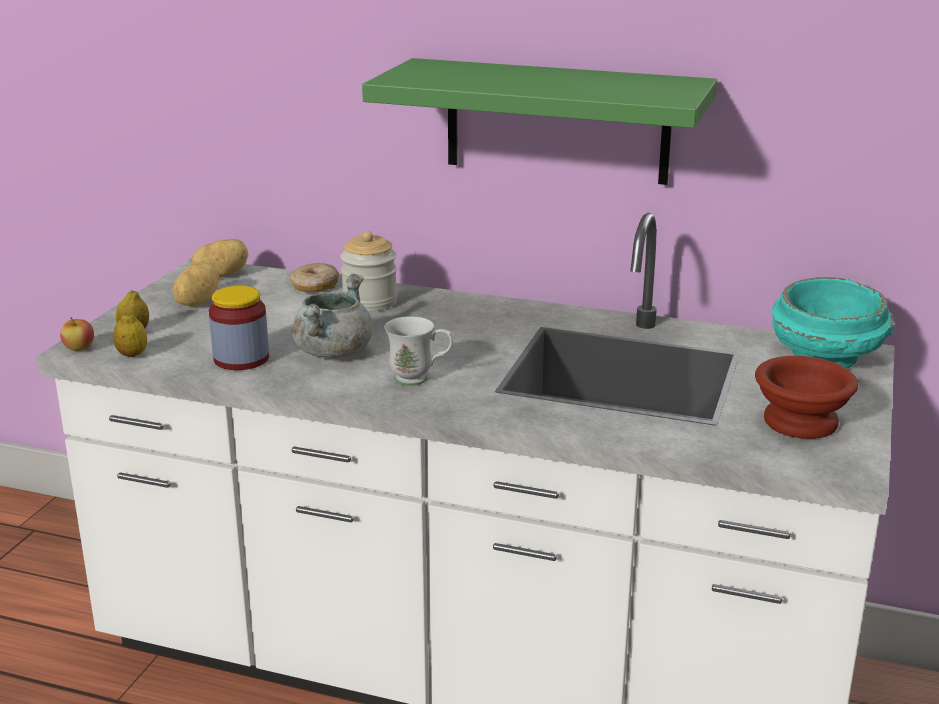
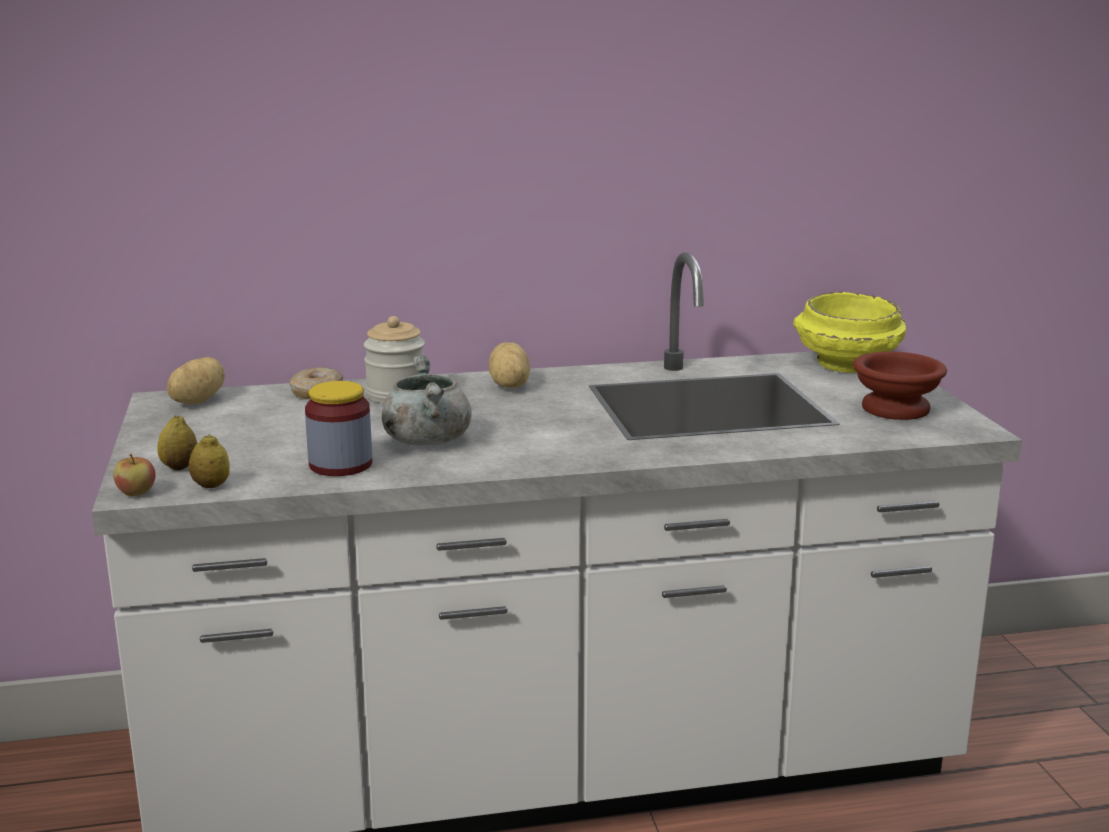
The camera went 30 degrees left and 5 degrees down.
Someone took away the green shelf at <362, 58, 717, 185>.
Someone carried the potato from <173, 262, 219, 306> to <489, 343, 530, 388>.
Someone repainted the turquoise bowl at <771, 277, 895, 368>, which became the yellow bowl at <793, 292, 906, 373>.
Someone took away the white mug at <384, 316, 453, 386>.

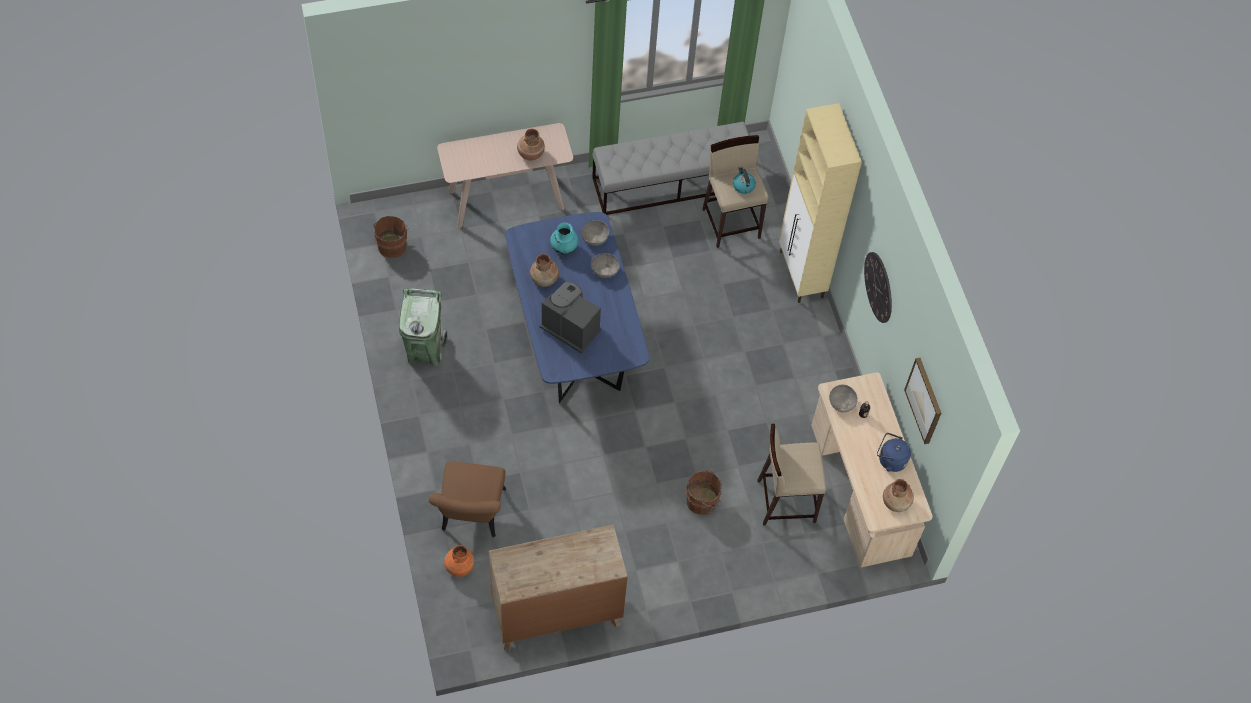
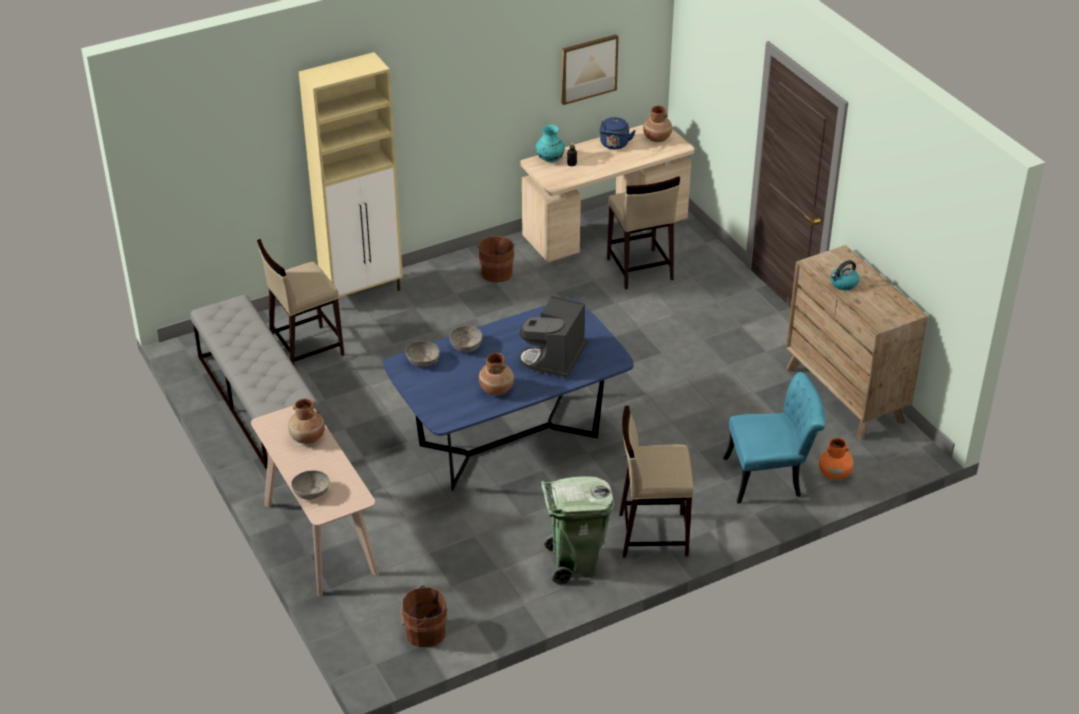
The camera went 100 degrees left and 20 degrees down.
Someone carried the kettle from <733, 167, 756, 194> to <830, 260, 859, 290>.
Someone carried the turquoise vase from <550, 222, 579, 254> to <535, 125, 565, 162>.
Someone took away the wall clock at <864, 252, 892, 323>.
Someone carried the grey bowl from <829, 385, 858, 413> to <291, 470, 330, 500>.
Someone repainted the brown chair at <429, 461, 506, 537>, which became the turquoise chair at <723, 372, 825, 504>.
Someone carried the brown bucket from <686, 470, 722, 515> to <478, 236, 516, 282>.
Someone put down the beige stool at <619, 406, 694, 557>.

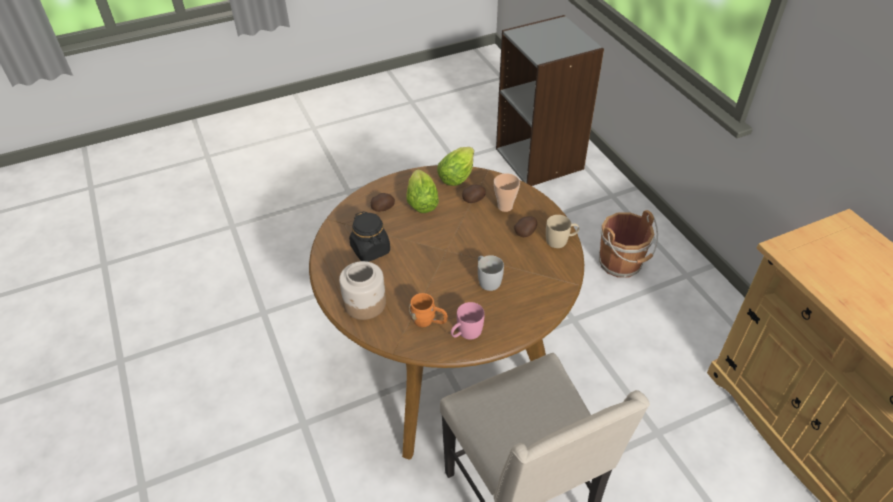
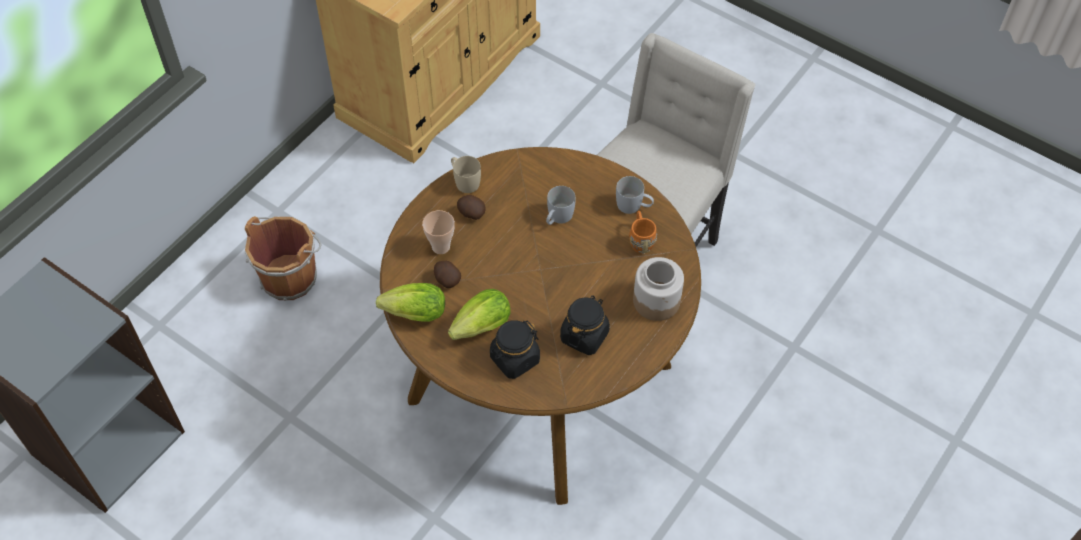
The camera went 120 degrees left and 10 degrees up.
Someone swapped the potato at <371, 193, 395, 212> for the black jar at <490, 320, 540, 379>.
Someone repainted the pink mug at <451, 302, 484, 340>, which became the white mug at <616, 176, 654, 214>.

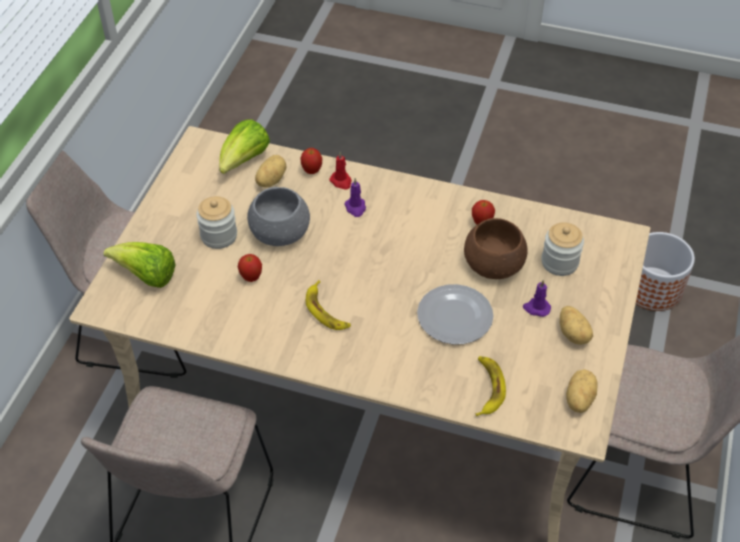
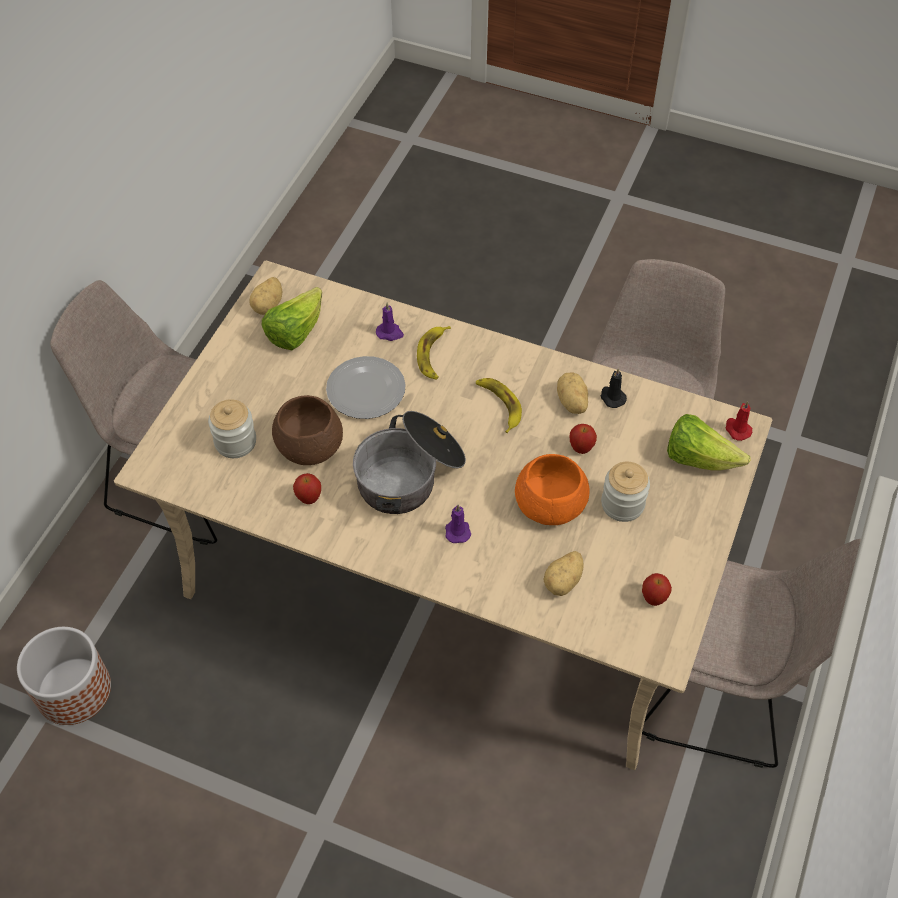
The camera went 175 degrees left and 5 degrees up.
Someone carried the lettuce from <219, 119, 270, 174> to <262, 287, 322, 350>.
Someone carried the apple from <300, 148, 322, 174> to <642, 573, 672, 606>.
Someone carried the red candle from <330, 152, 352, 190> to <726, 401, 752, 441>.
Someone repainted the grey bowl at <247, 187, 310, 246>, which became the orange bowl at <515, 454, 590, 525>.
Someone carried the purple candle from <523, 280, 551, 317> to <376, 302, 404, 341>.
Someone carried the potato from <560, 306, 593, 345> to <557, 372, 588, 414>.
Someone carried the banana from <476, 356, 506, 416> to <417, 326, 451, 379>.
Someone put down the black candle at <601, 368, 627, 408>.
Someone put down the cooking pot at <353, 411, 466, 514>.

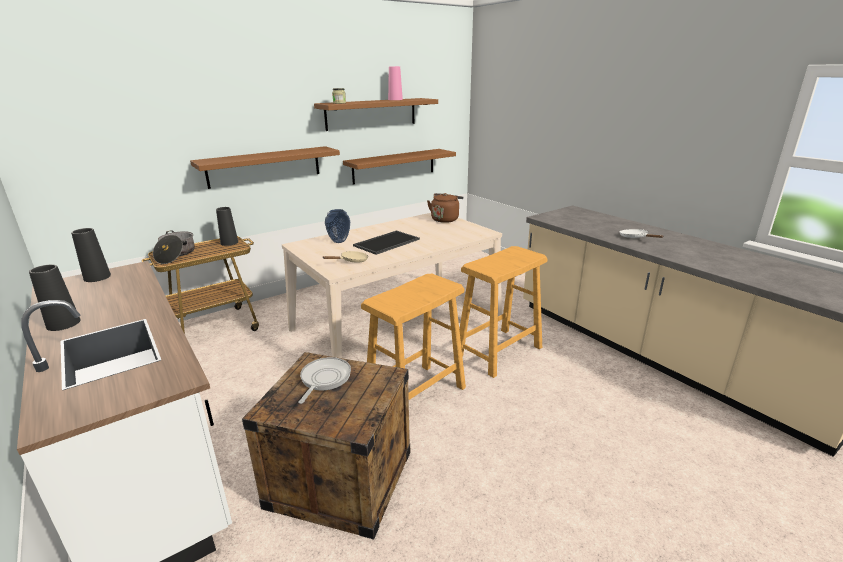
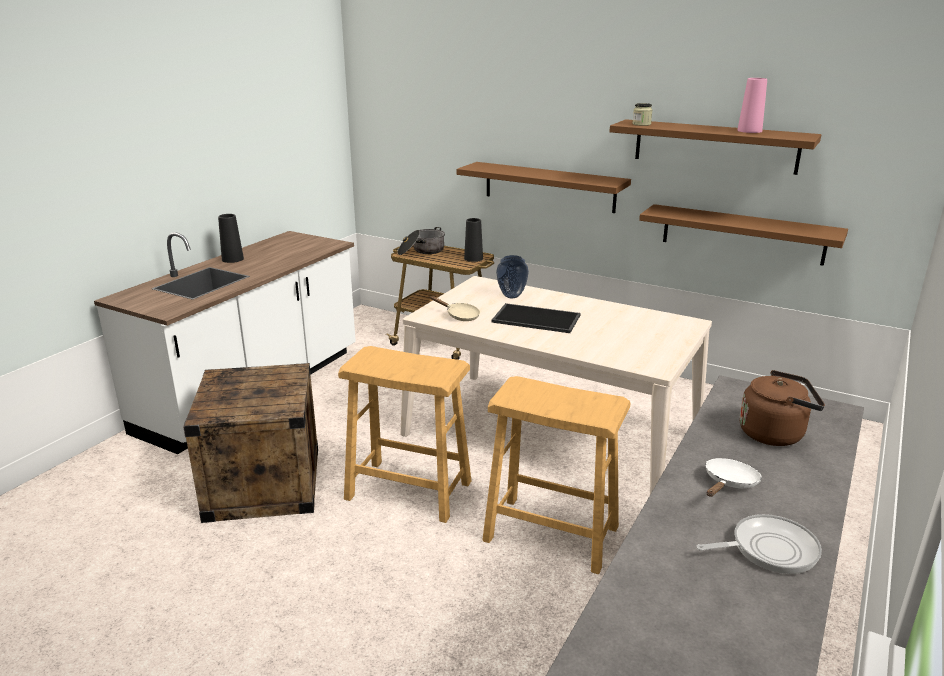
The camera went 65 degrees right and 0 degrees up.
Someone carried the brown kettle from <427, 193, 463, 223> to <739, 370, 825, 446>.
Someone took away the black vase at <71, 228, 111, 282>.
Someone carried the frying pan from <298, 357, 351, 404> to <697, 514, 822, 574>.

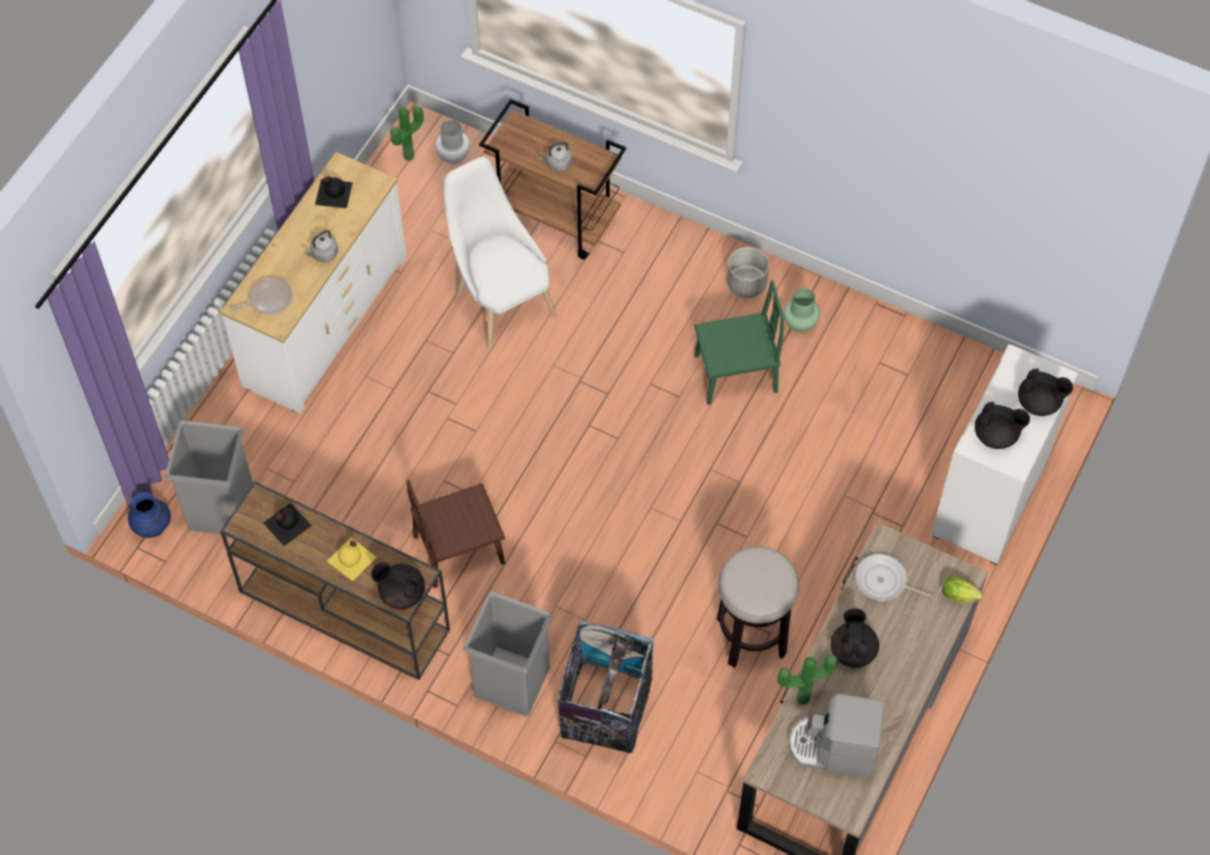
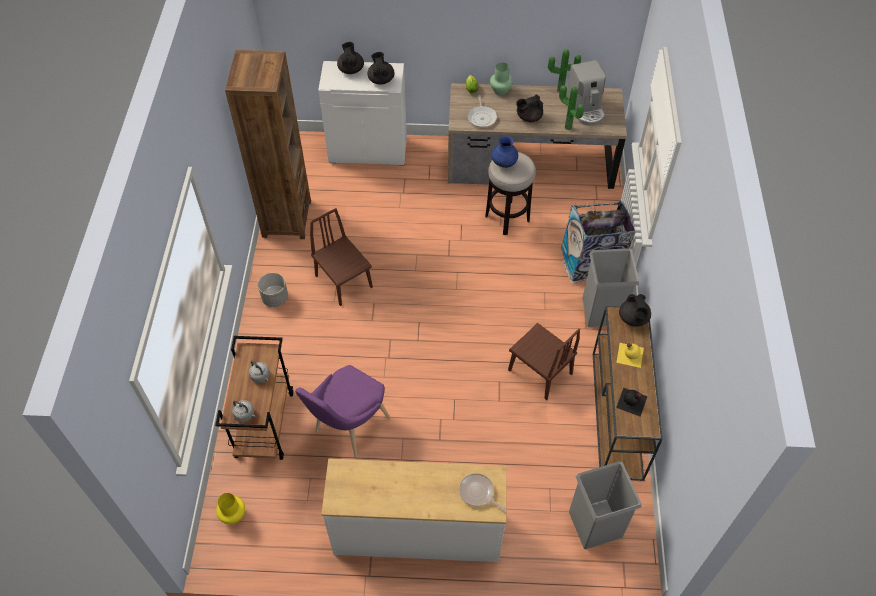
The camera went 115 degrees left and 5 degrees down.
Someone carried the potted plant from <390, 106, 424, 161> to <548, 49, 581, 92>.
Someone repainted the white vase at <435, 120, 470, 164>, which became the yellow vase at <216, 493, 245, 524>.
Someone repainted the white chair at <444, 157, 557, 350>, which became the purple chair at <295, 365, 391, 458>.
Someone took away the black bottle at <315, 176, 353, 208>.
Someone carried the grey kettle from <303, 230, 338, 262> to <232, 400, 256, 422>.
Someone repainted the green chair at <694, 280, 784, 405>, which became the brown chair at <310, 208, 373, 306>.
Someone carried the green vase from <783, 288, 820, 332> to <490, 63, 513, 95>.
Someone carried the blue vase from <128, 492, 171, 538> to <492, 136, 518, 168>.
Someone put down the brown bookcase at <225, 50, 311, 239>.

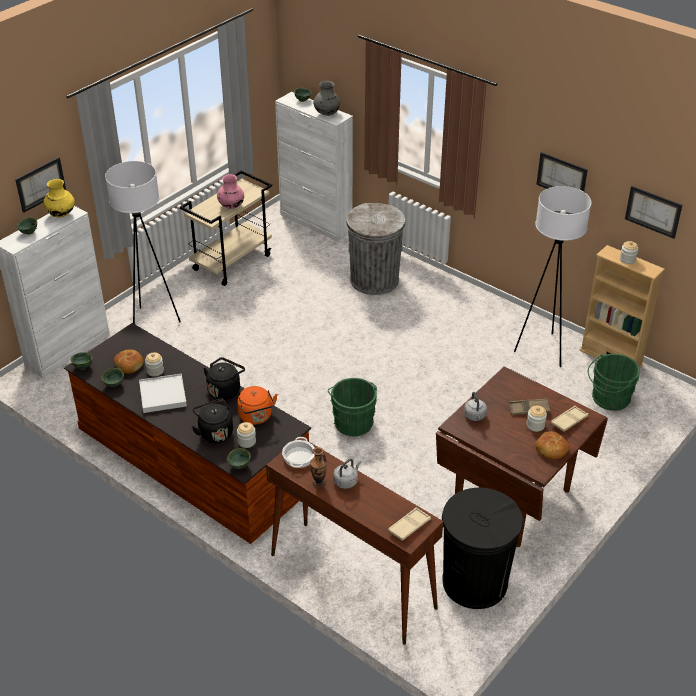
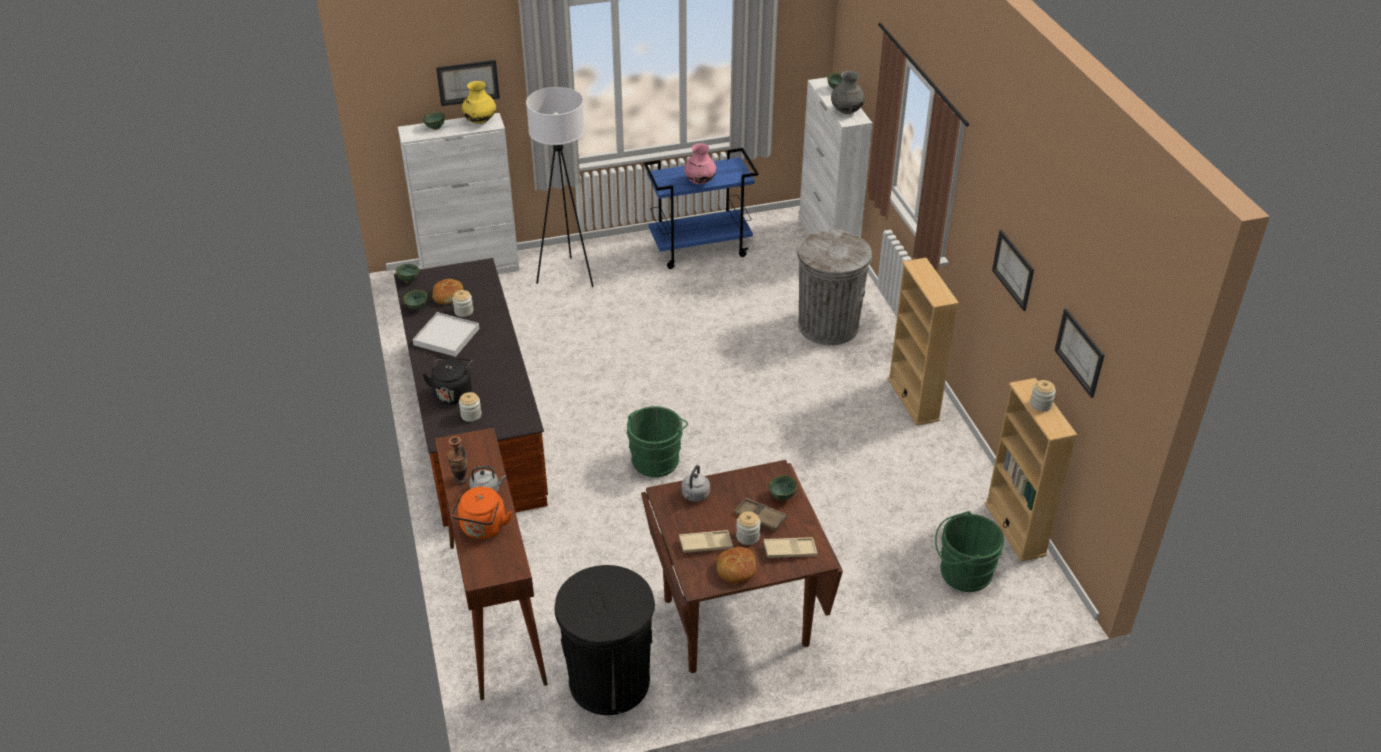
The camera went 35 degrees right and 0 degrees up.
Someone repainted the beige cart at <180, 171, 272, 286>, which became the blue cart at <644, 148, 758, 269>.
Someone took away the white floor lamp at <514, 186, 591, 367>.
Someone took away the black kettle at <203, 357, 245, 400>.
Someone carried the orange kettle from <237, 386, 278, 425> to <451, 487, 513, 539>.
Someone took away the cooking pot at <282, 437, 315, 468>.
Someone carried the green bowl from <227, 448, 251, 469> to <768, 475, 798, 500>.
Someone carried the beige tray from <388, 507, 431, 541> to <679, 530, 733, 553>.
Someone put down the beige bookcase at <887, 258, 959, 426>.

